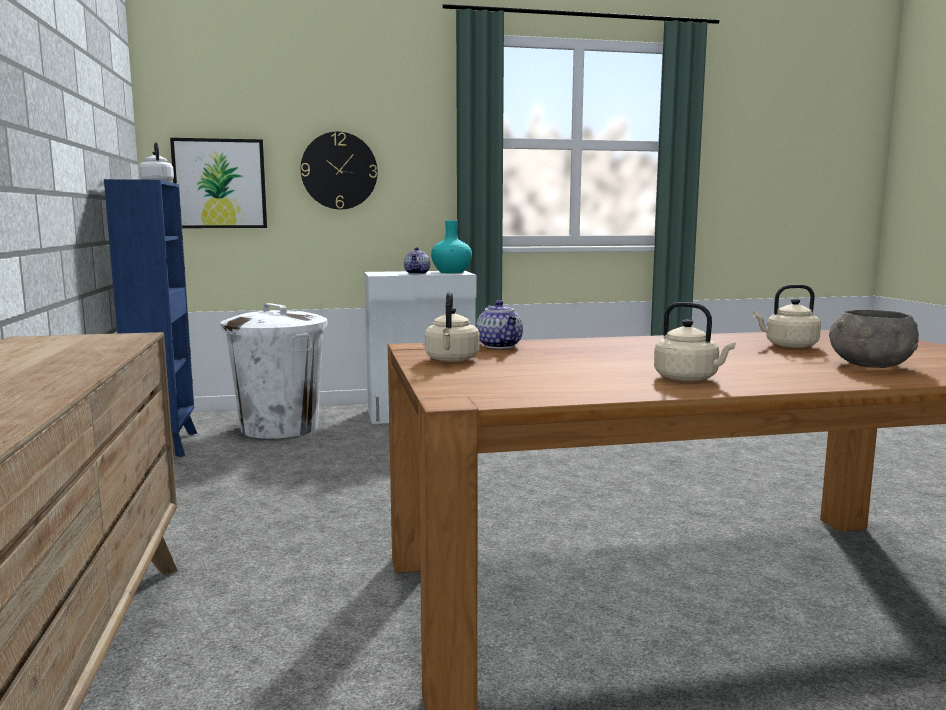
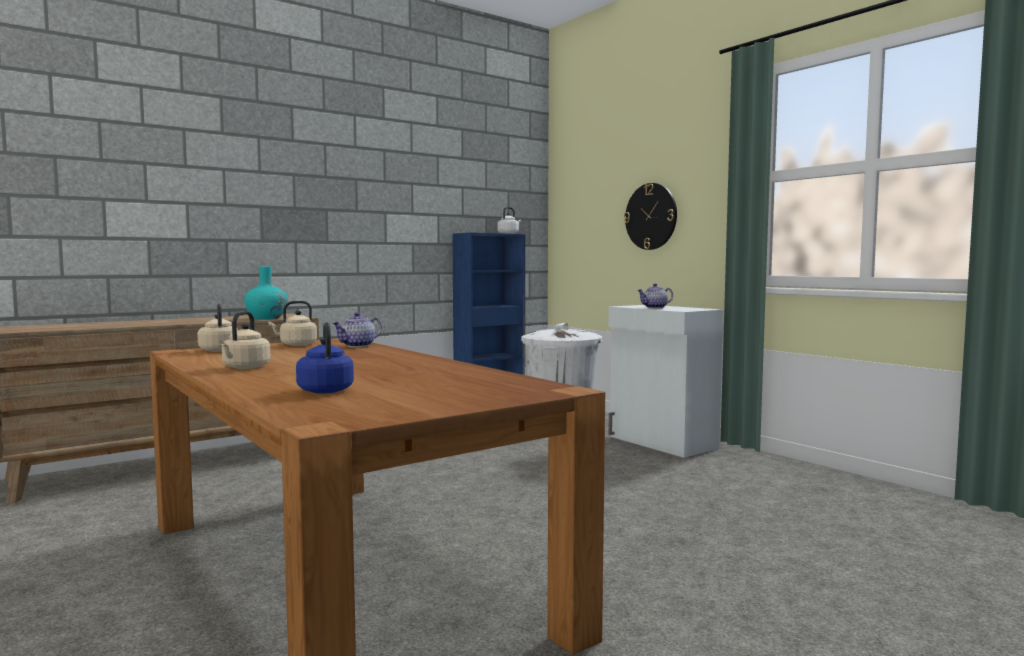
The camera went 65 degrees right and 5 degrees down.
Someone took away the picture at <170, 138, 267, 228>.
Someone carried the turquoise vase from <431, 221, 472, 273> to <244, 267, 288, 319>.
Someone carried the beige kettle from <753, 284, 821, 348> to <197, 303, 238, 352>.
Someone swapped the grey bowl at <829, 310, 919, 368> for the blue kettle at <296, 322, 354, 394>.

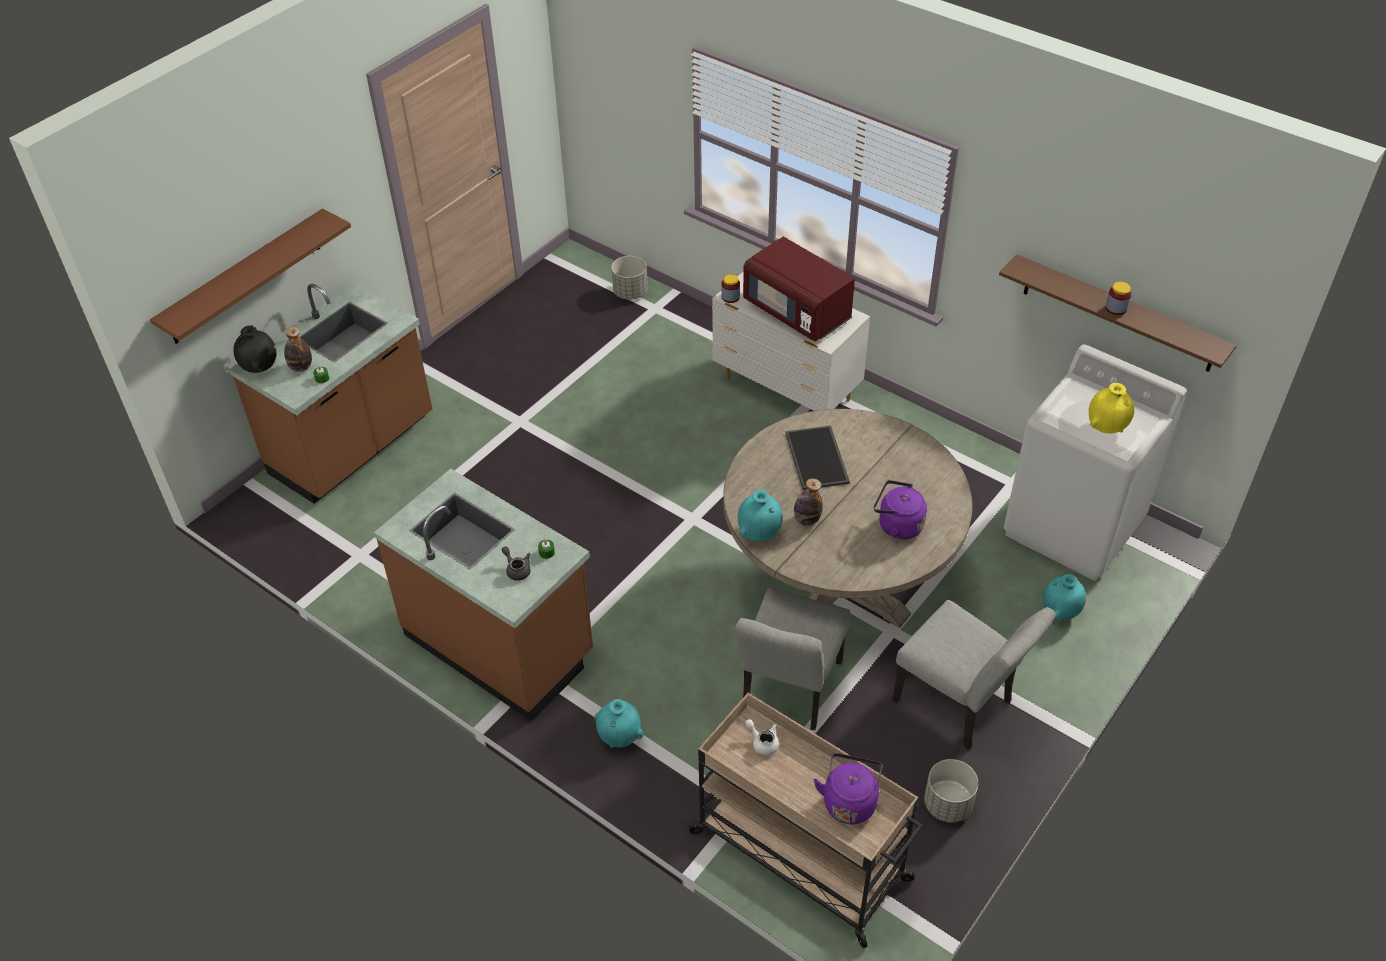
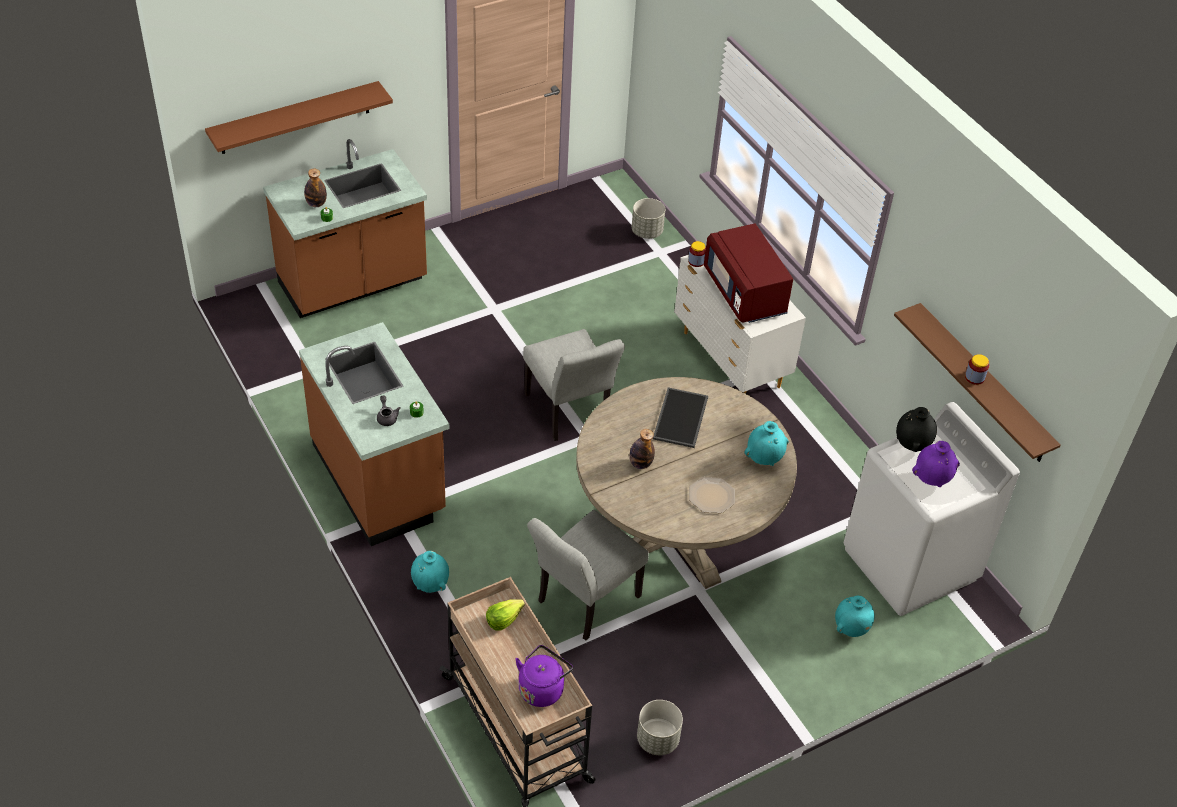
The camera went 20 degrees right and 0 degrees up.
Someone carried the black vase from <233, 325, 277, 373> to <896, 407, 937, 452>.
Someone repainted the yellow vase at <1089, 383, 1134, 434>, which became the purple vase at <912, 441, 960, 487>.
Someone swapped the purple kettle at <874, 480, 927, 539> for the plate at <689, 477, 735, 513>.
Someone carried the turquoise vase from <738, 490, 783, 541> to <744, 421, 789, 466>.
Someone carried the grey chair from <892, 600, 1056, 750> to <523, 329, 625, 441>.
Someone swapped the white teapot at <745, 719, 779, 755> for the lettuce at <486, 599, 525, 631>.

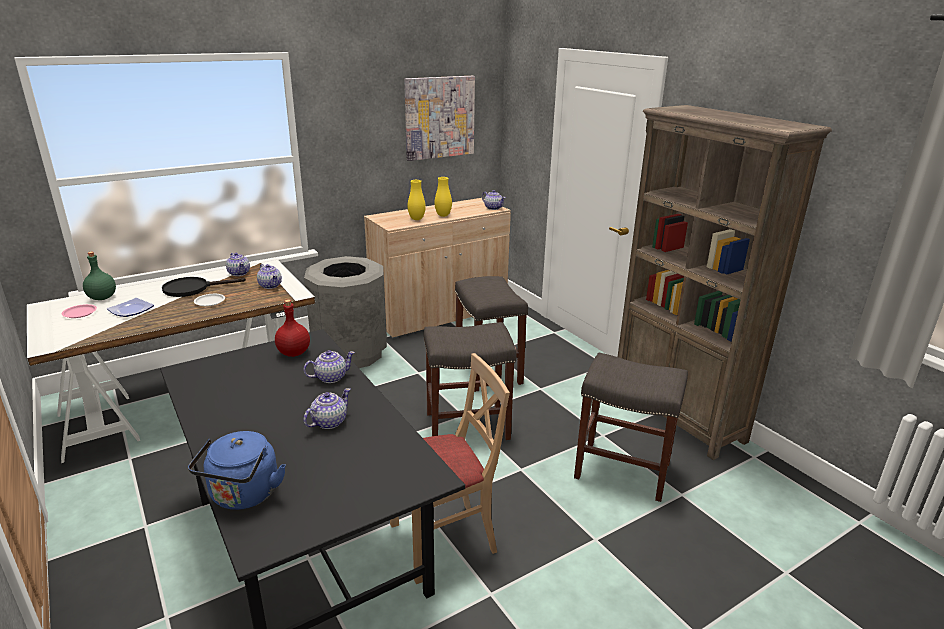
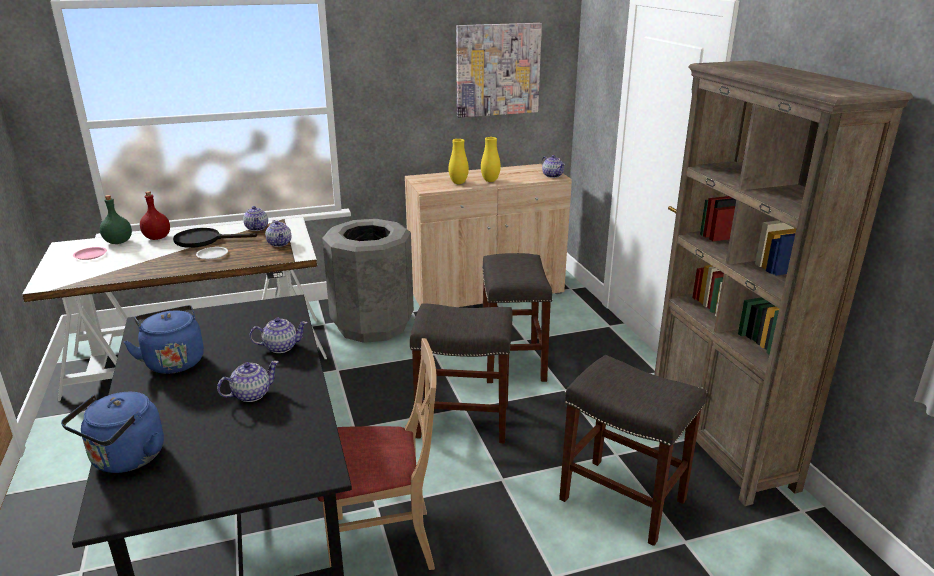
The camera went 15 degrees right and 0 degrees up.
Someone took away the plate at <107, 298, 154, 317>.
Someone carried the red bottle from <275, 300, 310, 357> to <140, 191, 170, 240>.
Someone put down the blue kettle at <124, 305, 204, 374>.

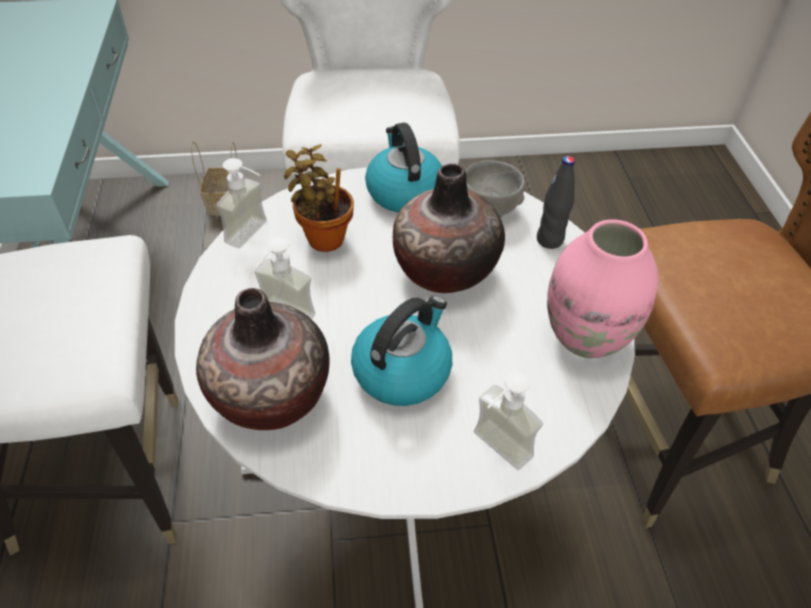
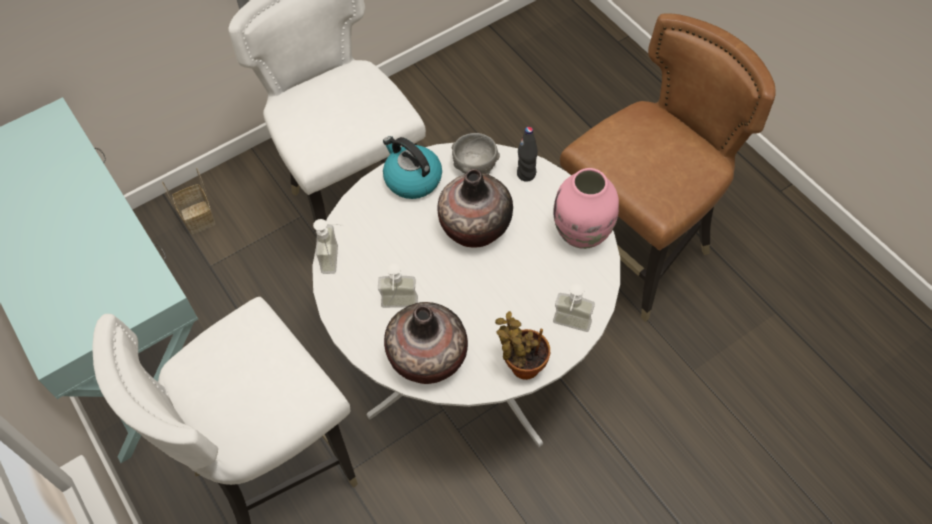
The camera went 25 degrees left and 10 degrees up.
Someone carried the potted plant from <284, 144, 354, 252> to <495, 311, 550, 380>.
Someone took away the kettle at <351, 296, 452, 406>.

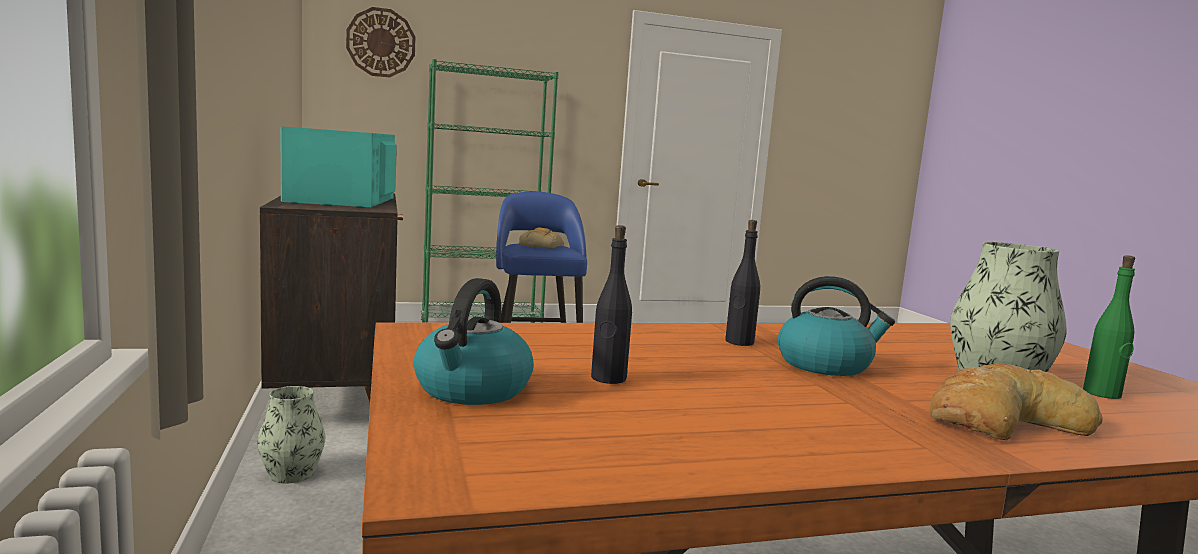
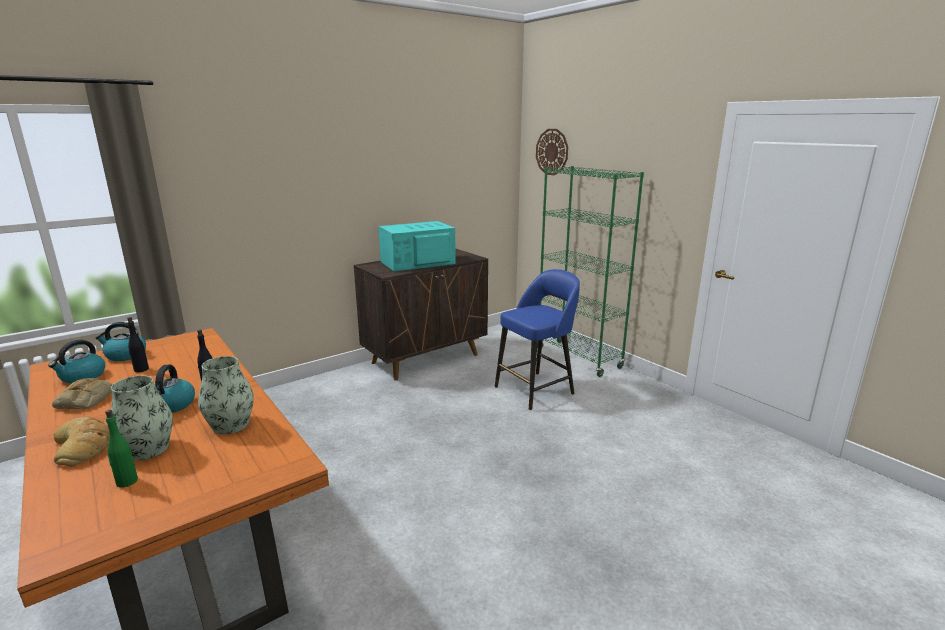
The camera went 70 degrees right and 10 degrees up.
Someone carried the bread from <519, 228, 564, 249> to <52, 378, 113, 409>.
Someone carried the vase from <257, 386, 325, 484> to <198, 356, 254, 434>.
Someone put down the kettle at <48, 340, 105, 384>.

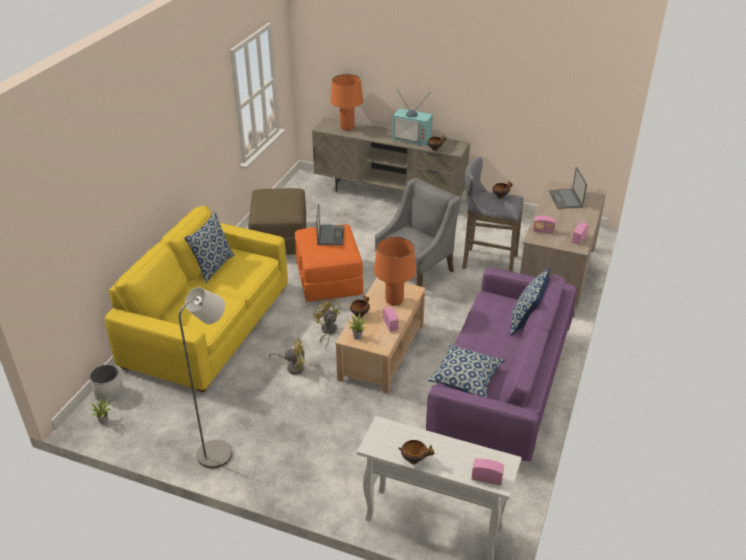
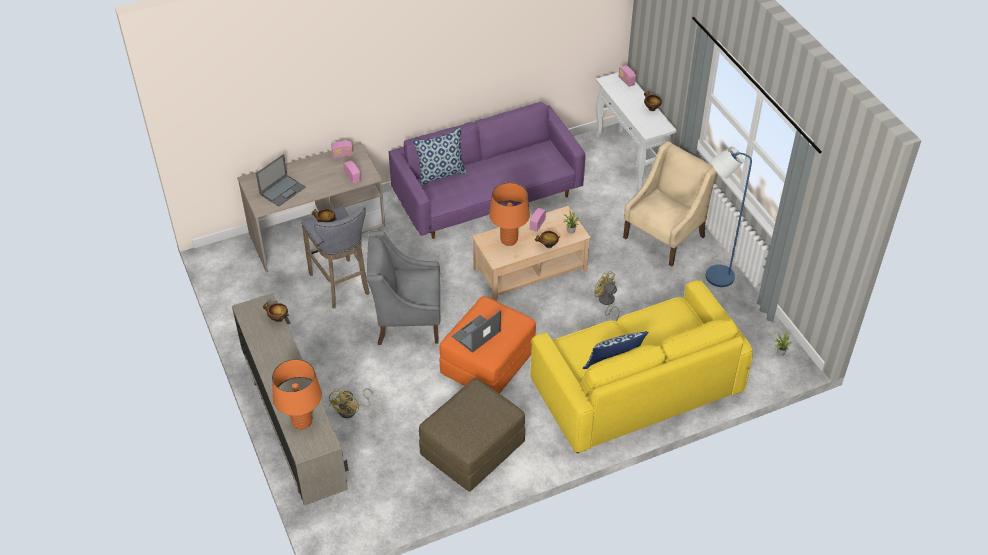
The camera went 135 degrees left and 10 degrees up.
Someone took away the television at <392, 89, 433, 146>.
Someone repainted the grey floor lamp at <179, 287, 232, 469>, which became the blue floor lamp at <706, 147, 752, 287>.
Someone carried the yellow fan from <313, 300, 340, 349> to <329, 388, 373, 418>.
Someone took away the pillow at <428, 343, 505, 398>.
Someone took away the white planter at <89, 364, 124, 402>.
Someone put down the beige armchair at <623, 141, 717, 267>.

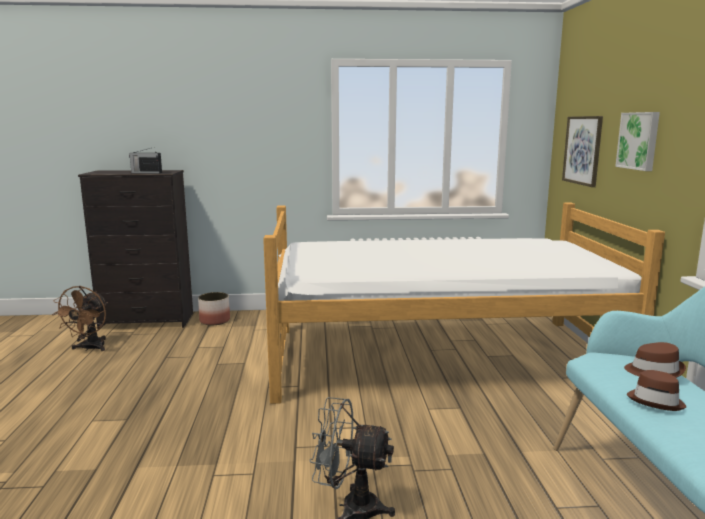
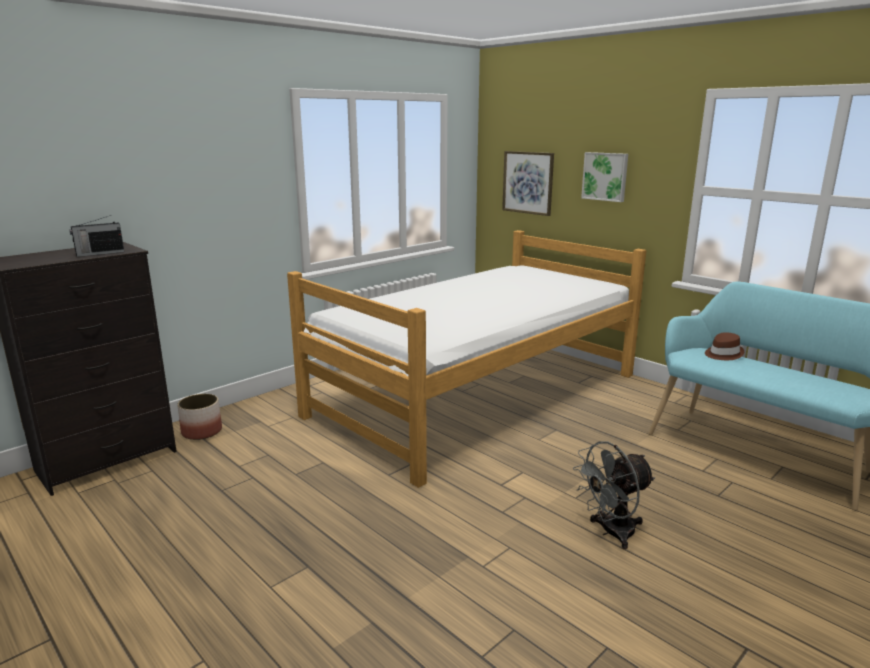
The camera went 40 degrees left and 5 degrees up.
Someone took away the brown fan at <52, 286, 108, 351>.
Someone took away the brown hat at <627, 370, 686, 411>.

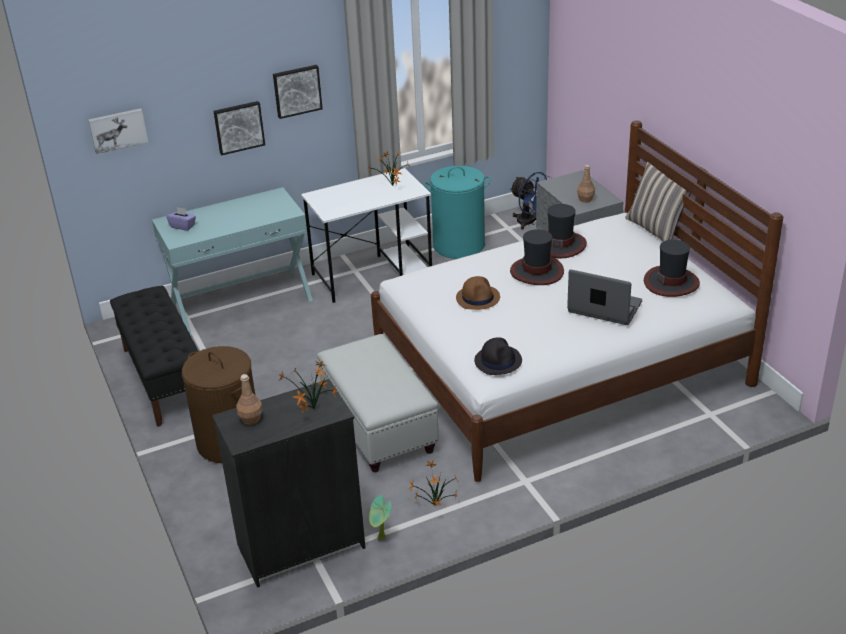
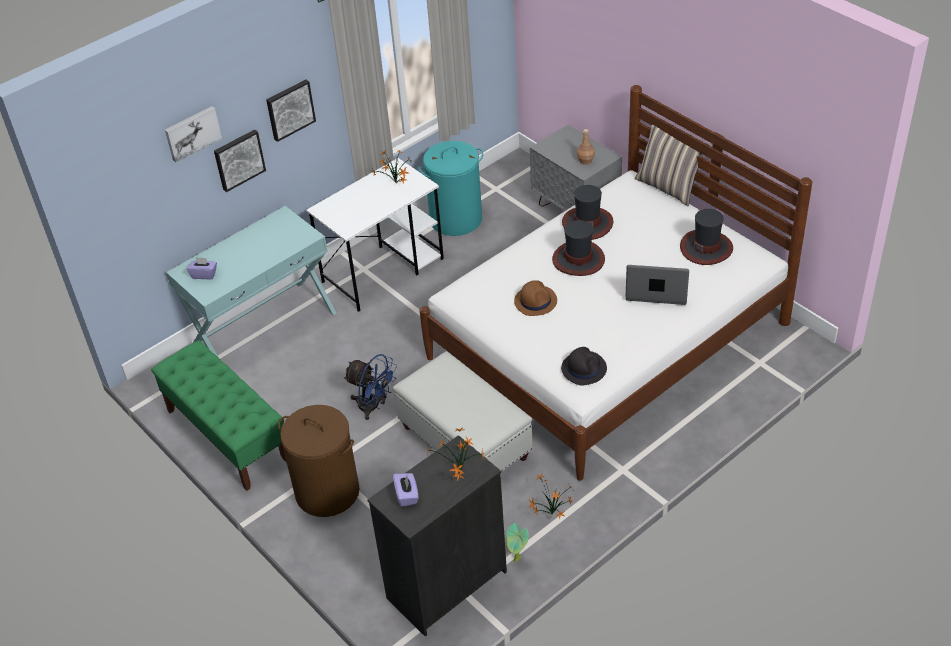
The camera went 15 degrees left and 10 degrees up.
Someone carried the picture from <88, 108, 148, 154> to <165, 106, 222, 163>.
Someone carried the blue fan from <510, 172, 551, 230> to <344, 354, 397, 420>.
Someone repainted the black bench at <110, 286, 199, 427>, which became the green bench at <151, 340, 287, 491>.
Someone swapped the brown bottle at <236, 374, 263, 425> for the purple tissue box at <393, 473, 418, 507>.

